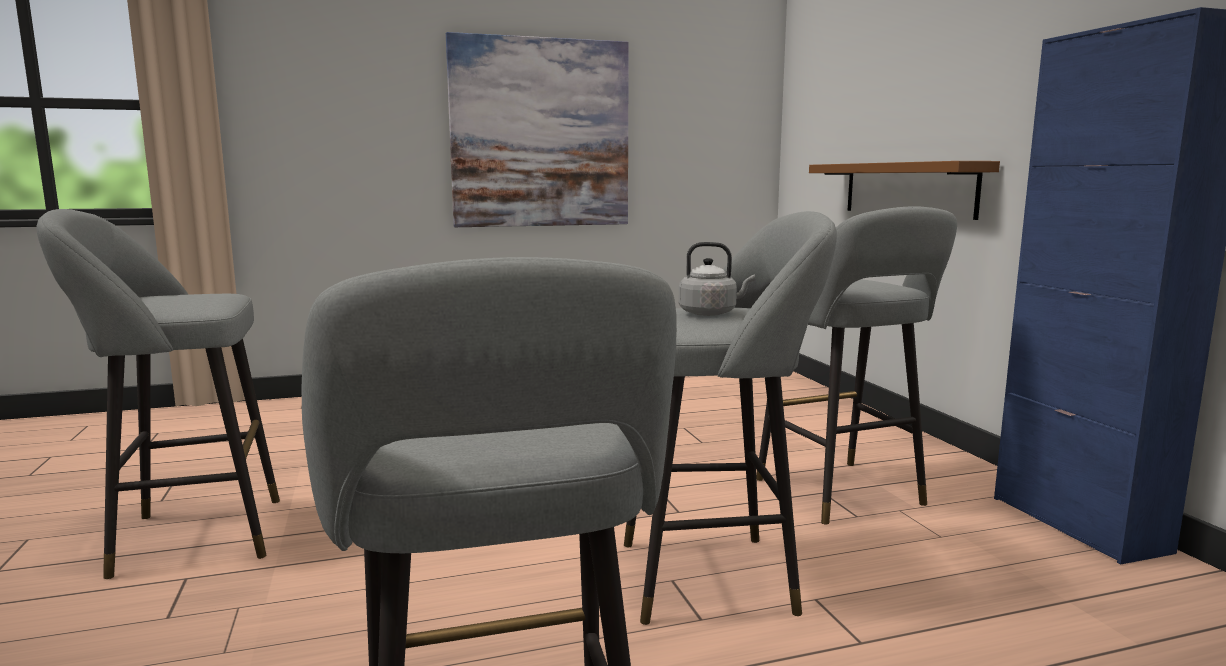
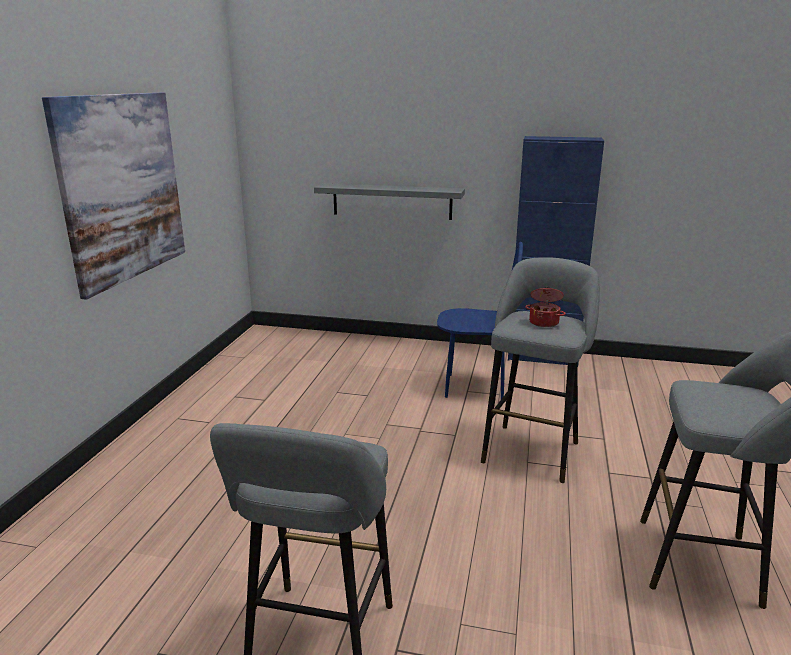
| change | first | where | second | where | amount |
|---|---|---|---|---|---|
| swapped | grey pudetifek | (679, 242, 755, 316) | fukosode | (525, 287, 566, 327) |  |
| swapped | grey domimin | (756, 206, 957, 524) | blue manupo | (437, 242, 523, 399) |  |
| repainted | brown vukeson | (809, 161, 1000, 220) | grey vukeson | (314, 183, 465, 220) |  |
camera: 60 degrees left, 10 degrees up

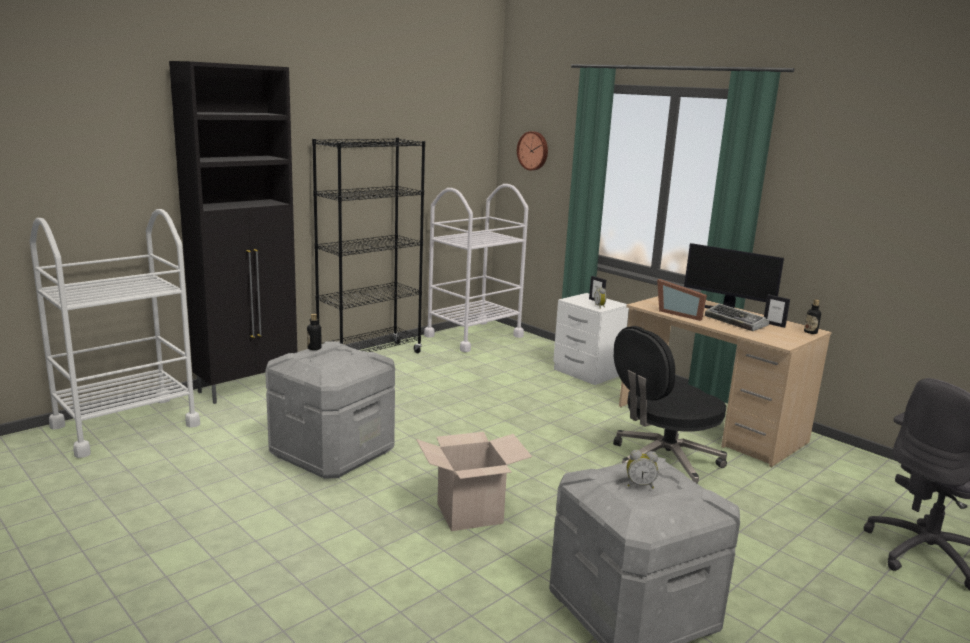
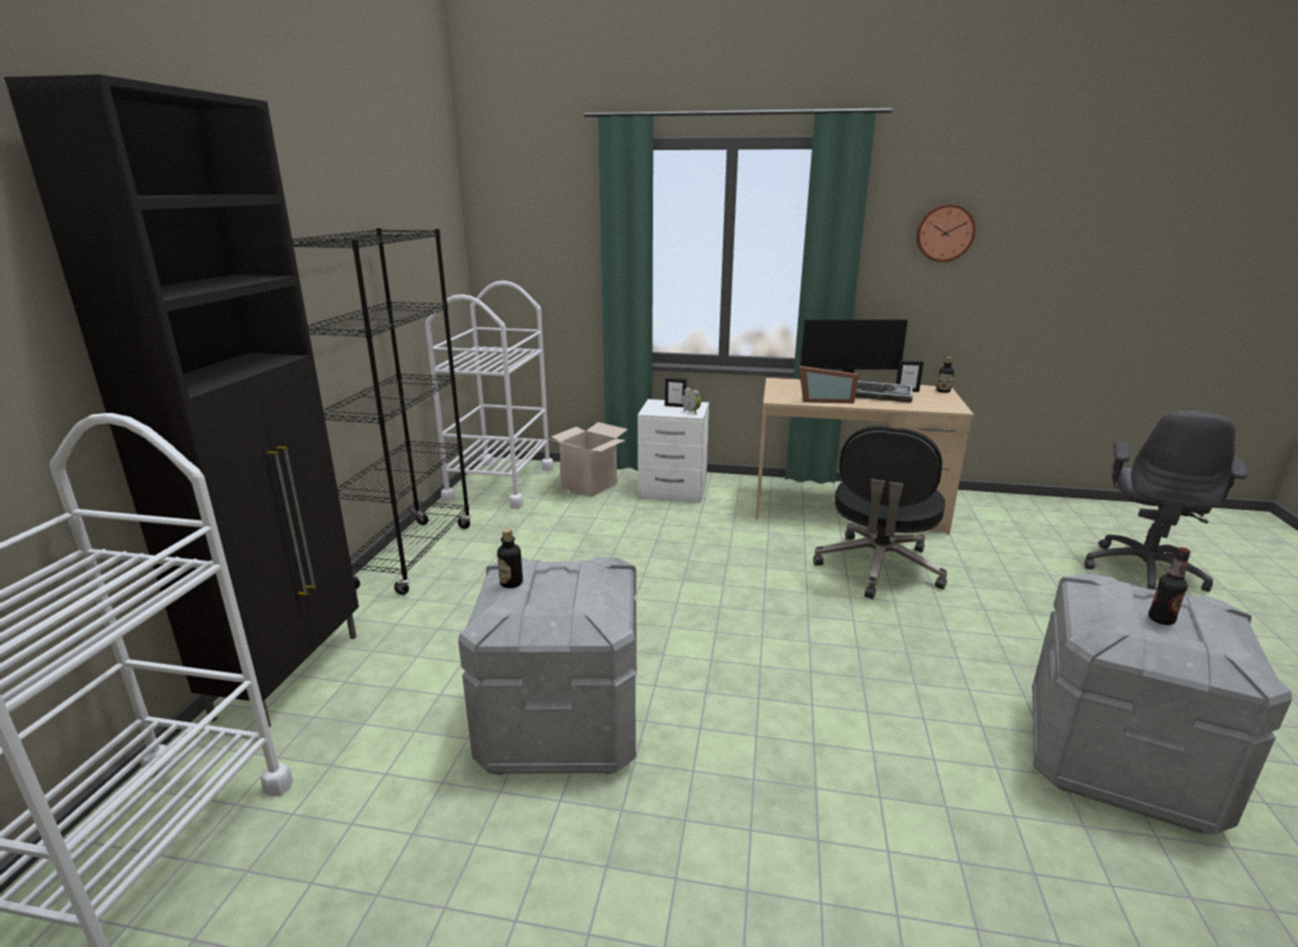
| change | first | where | second | where | amount |
|---|---|---|---|---|---|
| shifted | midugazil | (416, 432, 532, 531) |  | (548, 422, 628, 497) |  |
| shifted | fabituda | (517, 131, 548, 171) |  | (916, 204, 975, 262) |  |
| swapped | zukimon | (627, 450, 658, 489) | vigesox | (1148, 547, 1191, 625) |  |
camera: 35 degrees left, 5 degrees up

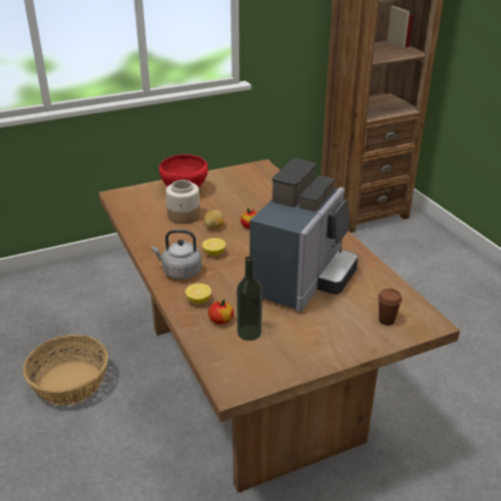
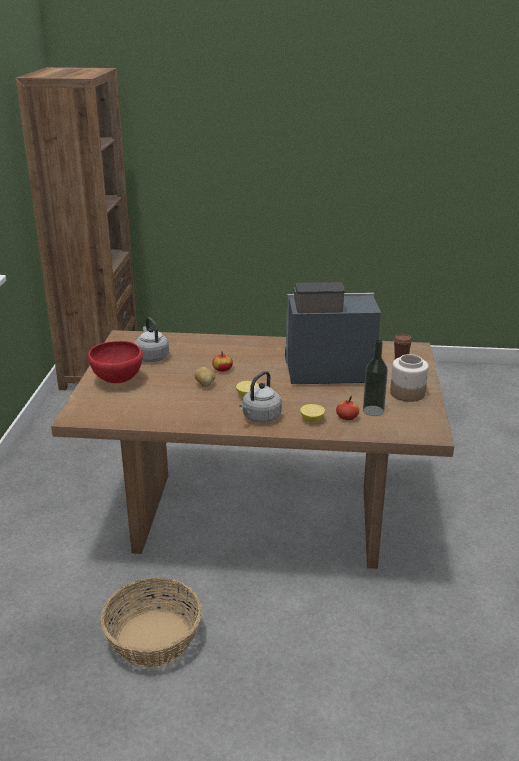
| change | first | where | second | where | amount |
|---|---|---|---|---|---|
| shifted | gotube | (166, 180, 200, 224) |  | (390, 354, 429, 402) |  |
| rotated | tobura | (250, 158, 358, 312) |  | (285, 282, 381, 384) | 60 degrees counterclockwise |
| new |  |  | grey pudetifek | (135, 317, 169, 362) |  |
camera: 60 degrees left, 5 degrees down

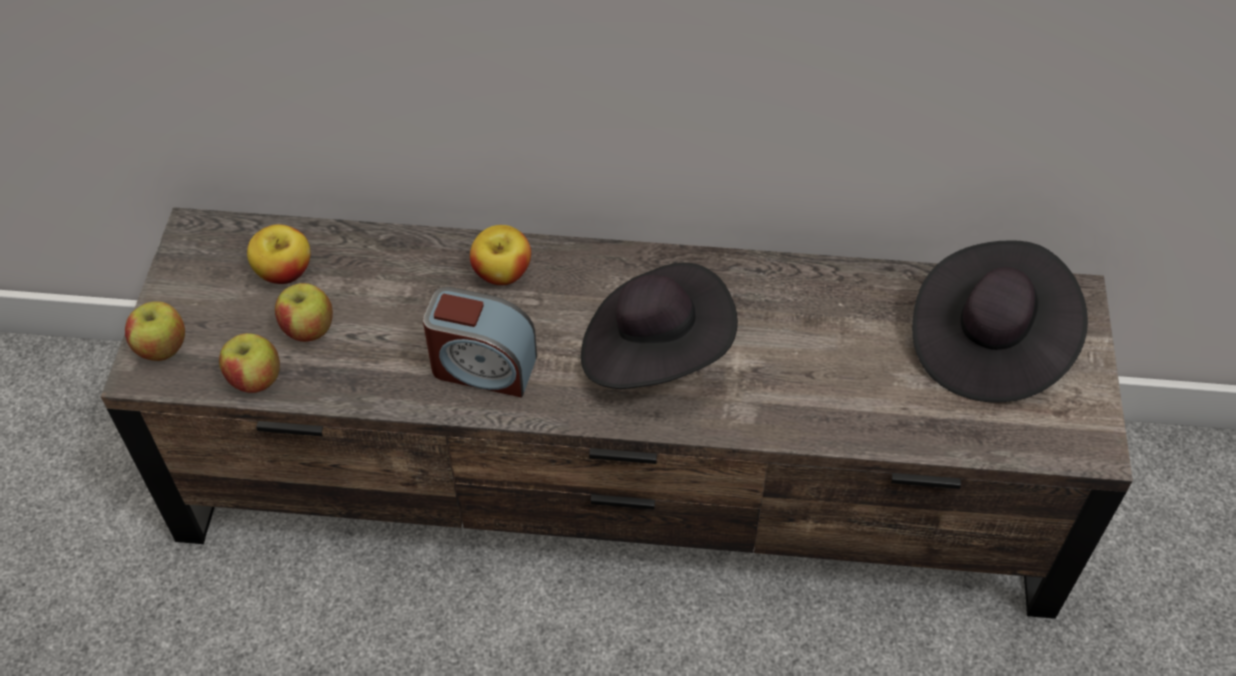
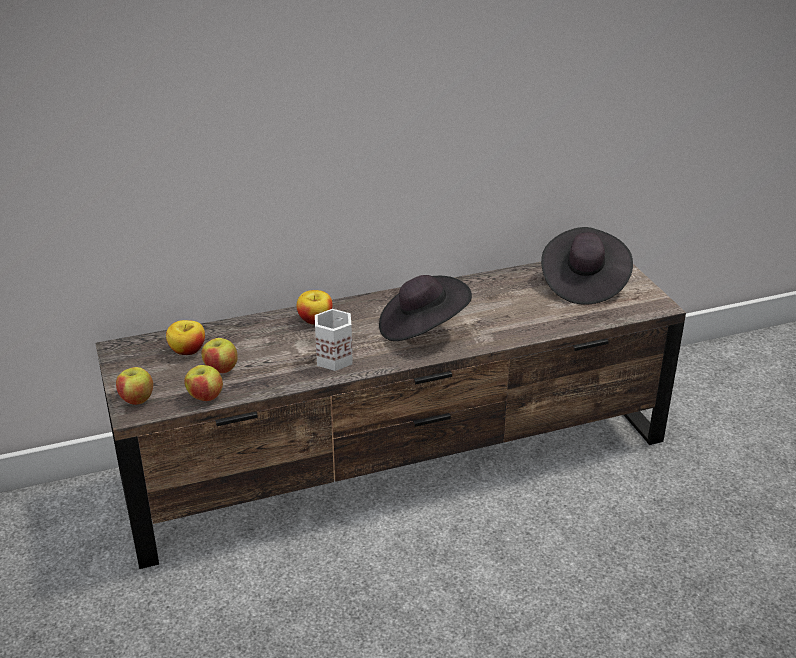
| change | first | where | second | where | amount |
|---|---|---|---|---|---|
| swapped | zukimon | (423, 287, 537, 398) | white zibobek | (315, 309, 353, 371) |  |
camera: 25 degrees left, 20 degrees down

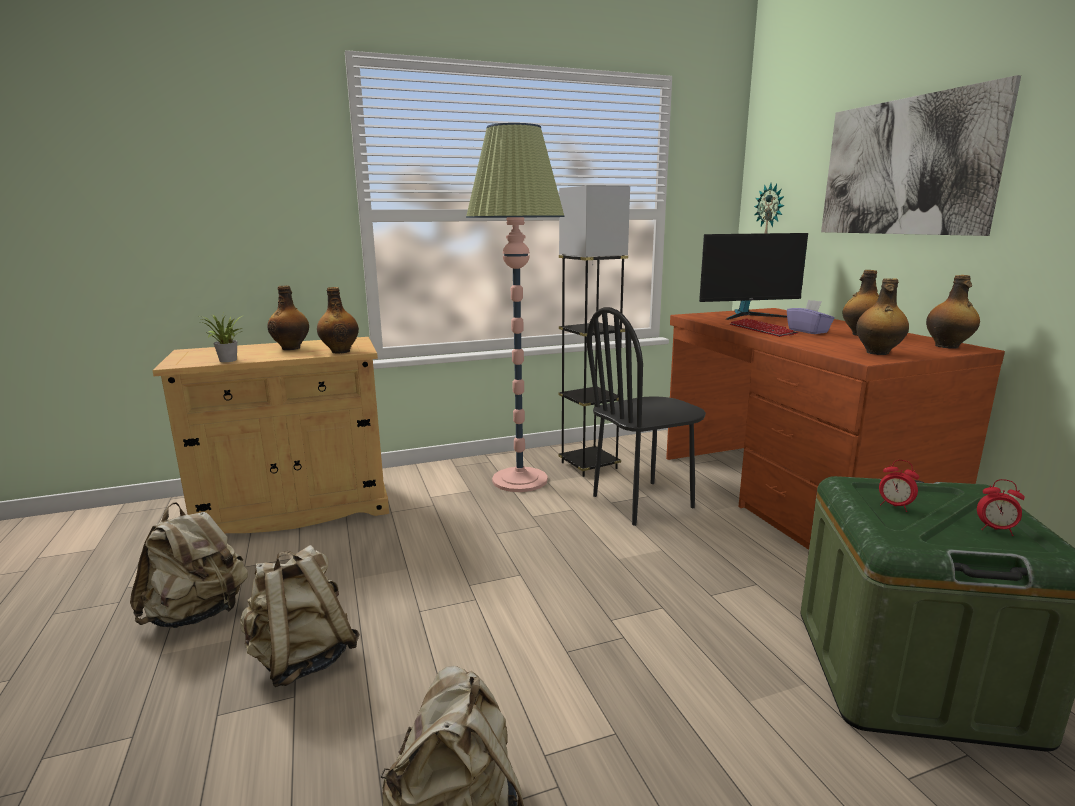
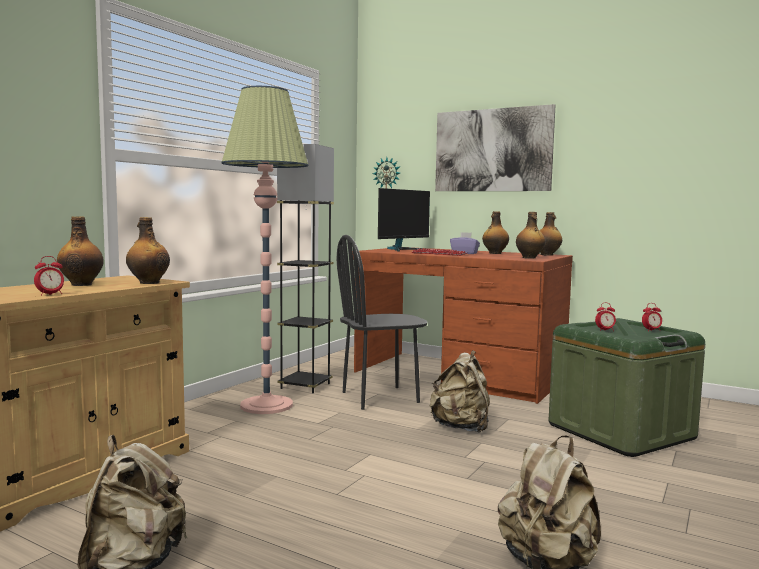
| change | first | where | second | where | amount |
|---|---|---|---|---|---|
| swapped | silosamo | (198, 311, 242, 362) | zukimon | (34, 256, 64, 296) |  |
| shifted | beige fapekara | (240, 545, 360, 687) |  | (430, 350, 490, 433) |  |
| rotated | black manupo | (587, 307, 706, 526) |  | (337, 235, 428, 410) | 45 degrees clockwise |
camera: 40 degrees left, 10 degrees down

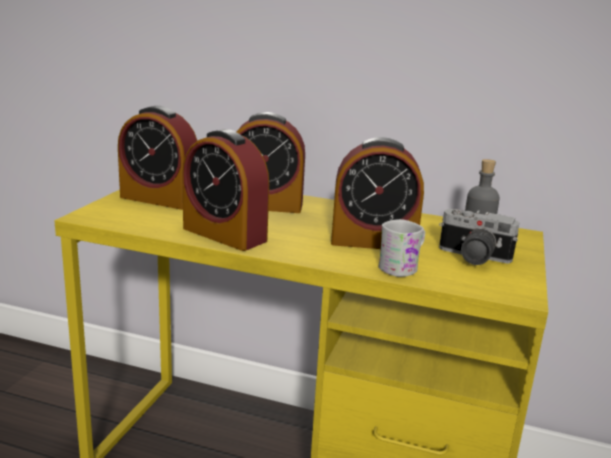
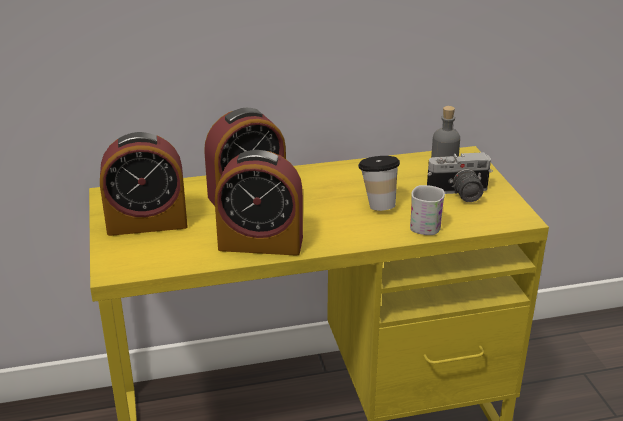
| change | first | where | second | where | amount |
|---|---|---|---|---|---|
| swapped | zukimon | (331, 137, 424, 249) | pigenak | (358, 156, 400, 211) |  |
camera: 30 degrees left, 10 degrees up

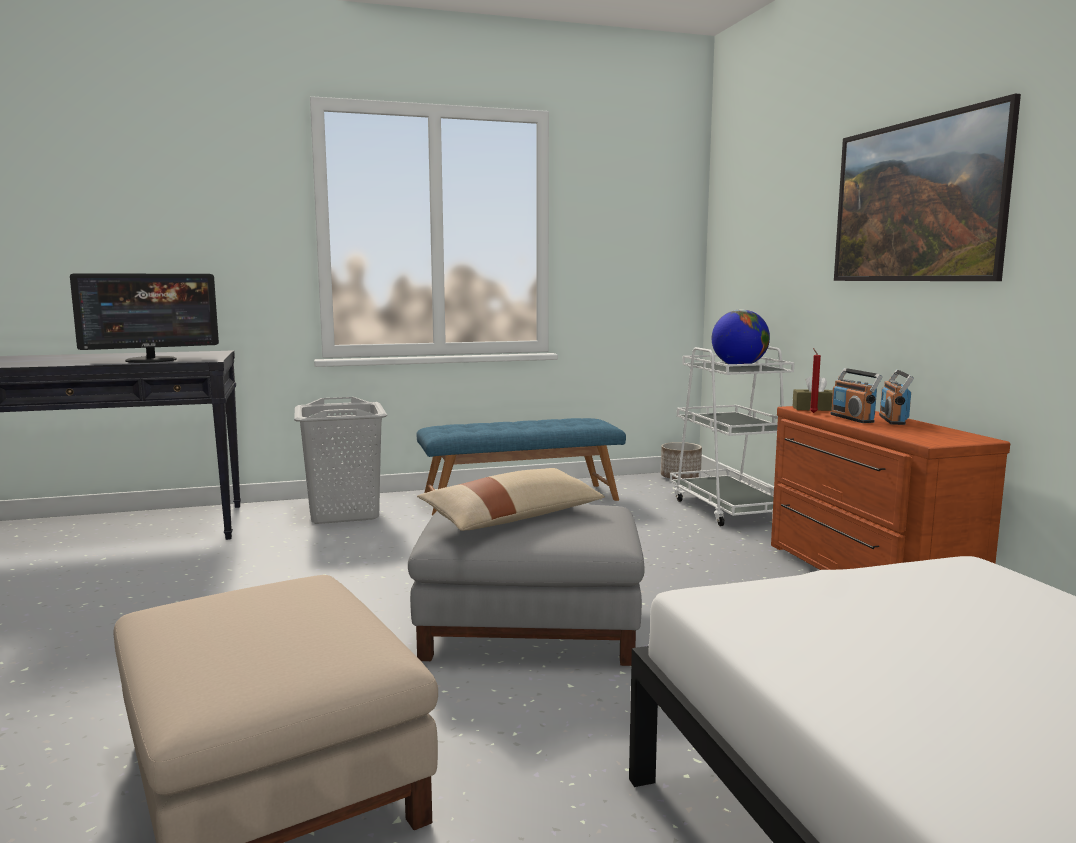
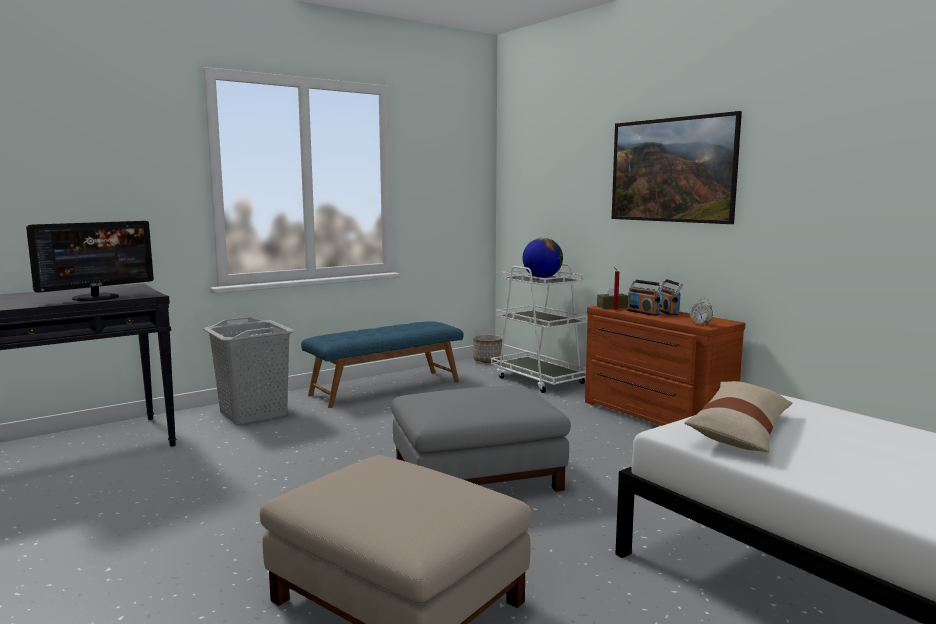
| change | first | where | second | where | amount |
|---|---|---|---|---|---|
| shifted | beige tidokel | (417, 468, 605, 531) |  | (684, 381, 792, 452) |  |
| new |  |  | zukimon | (690, 298, 713, 325) |  |
camera: 20 degrees left, 0 degrees up

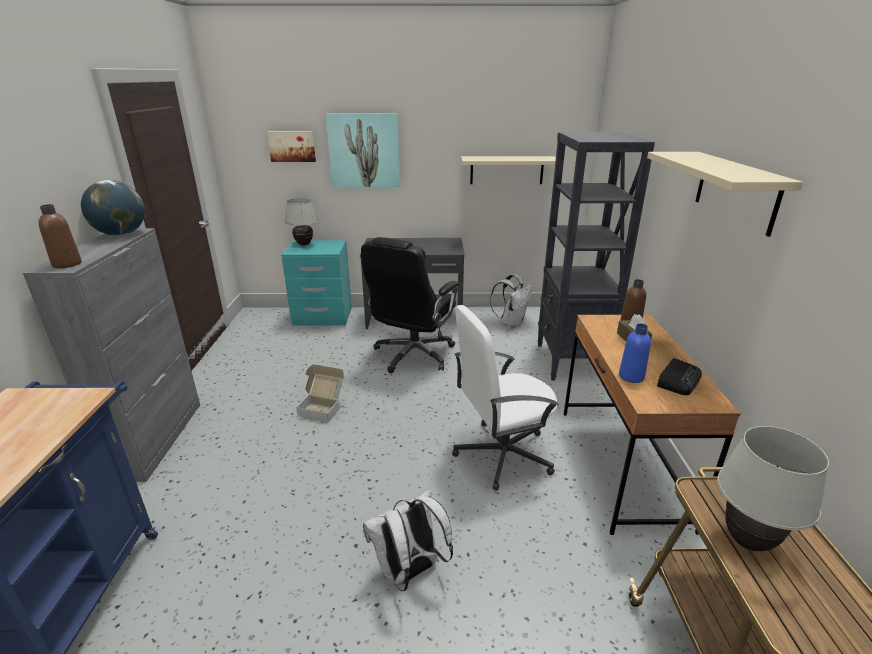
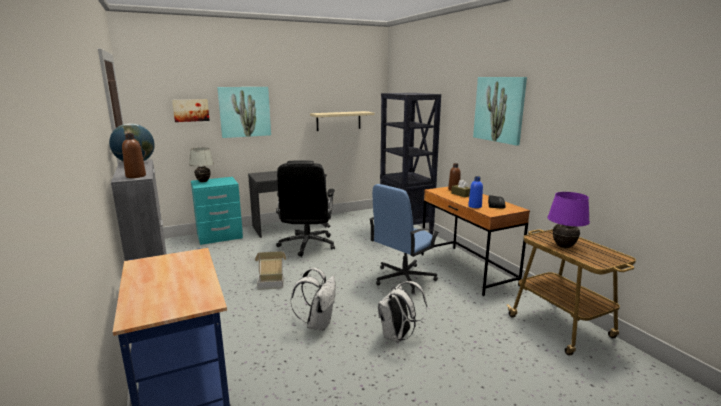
| change | first | where | second | where | amount |
|---|---|---|---|---|---|
| repainted | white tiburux | (452, 305, 559, 491) | blue tiburux | (370, 184, 439, 294) |  |
| shifted | white fapekara | (490, 274, 532, 328) |  | (291, 268, 336, 331) |  |
| swapped | beige vukeson | (647, 152, 803, 237) | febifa | (473, 77, 527, 146) |  |
| repainted | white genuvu | (717, 426, 829, 551) | purple genuvu | (547, 192, 590, 248) |  |
camera: 25 degrees left, 10 degrees down

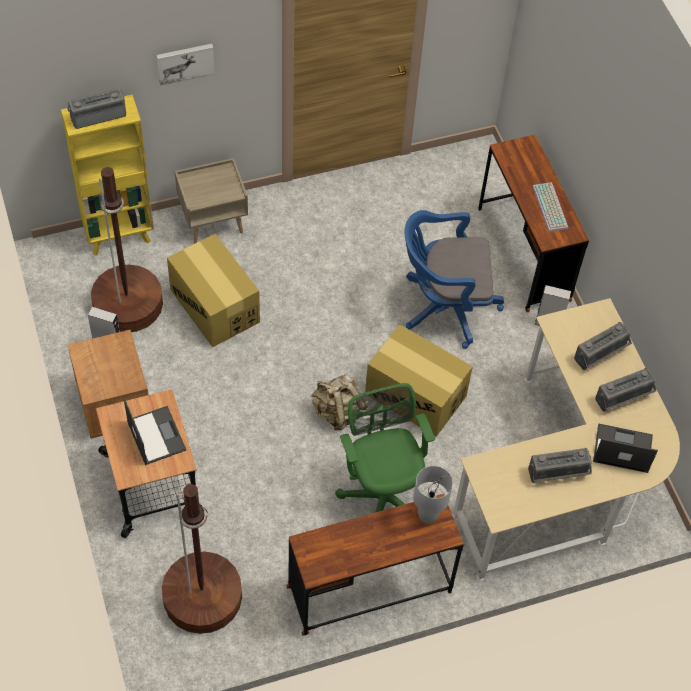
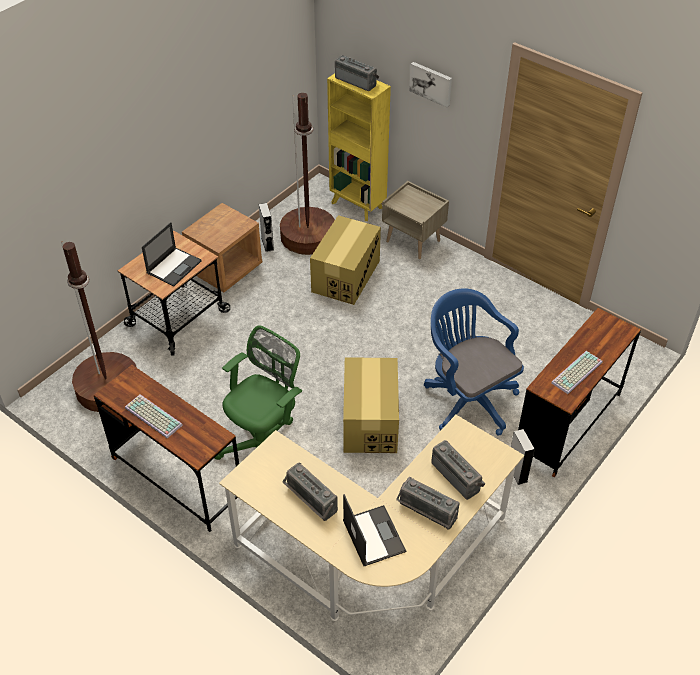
| change | first | where | second | where | amount |
|---|---|---|---|---|---|
| gone | beige fapekara | (311, 374, 366, 430) |  |  |  |
| gone | grey genuvu | (413, 466, 453, 524) |  |  |  |
| rotated | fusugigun | (574, 322, 632, 370) |  | (431, 440, 486, 500) | 150 degrees counterclockwise |
| new |  |  | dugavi | (125, 394, 182, 438) |  |
camera: 60 degrees right, 10 degrees down

